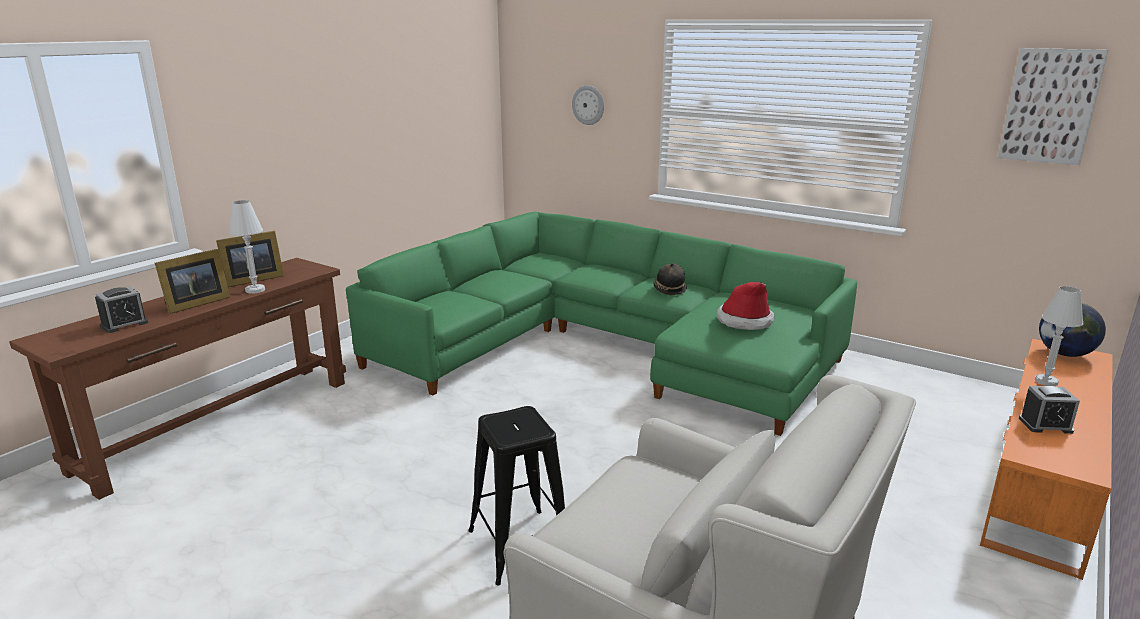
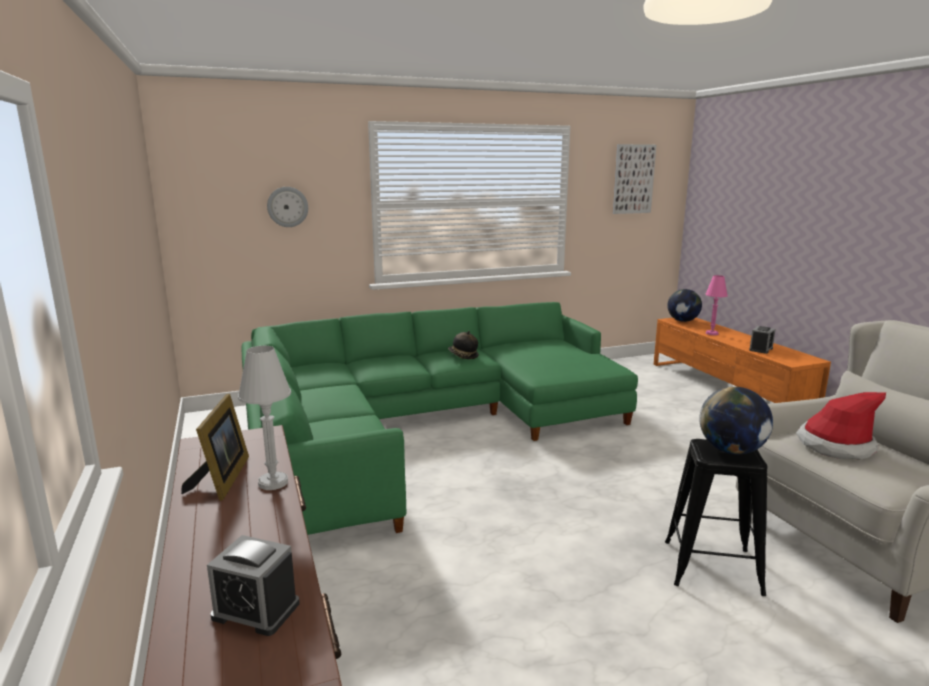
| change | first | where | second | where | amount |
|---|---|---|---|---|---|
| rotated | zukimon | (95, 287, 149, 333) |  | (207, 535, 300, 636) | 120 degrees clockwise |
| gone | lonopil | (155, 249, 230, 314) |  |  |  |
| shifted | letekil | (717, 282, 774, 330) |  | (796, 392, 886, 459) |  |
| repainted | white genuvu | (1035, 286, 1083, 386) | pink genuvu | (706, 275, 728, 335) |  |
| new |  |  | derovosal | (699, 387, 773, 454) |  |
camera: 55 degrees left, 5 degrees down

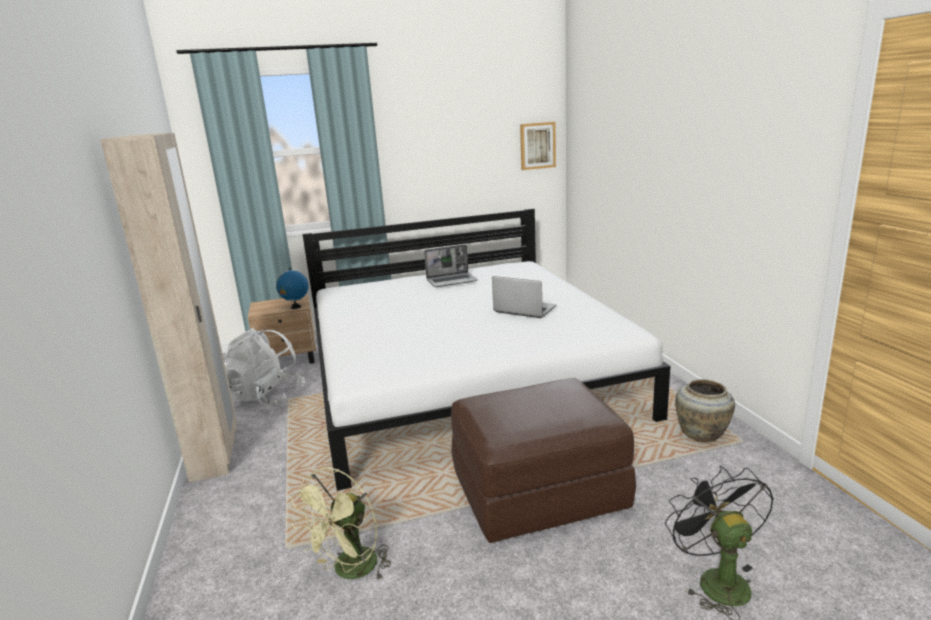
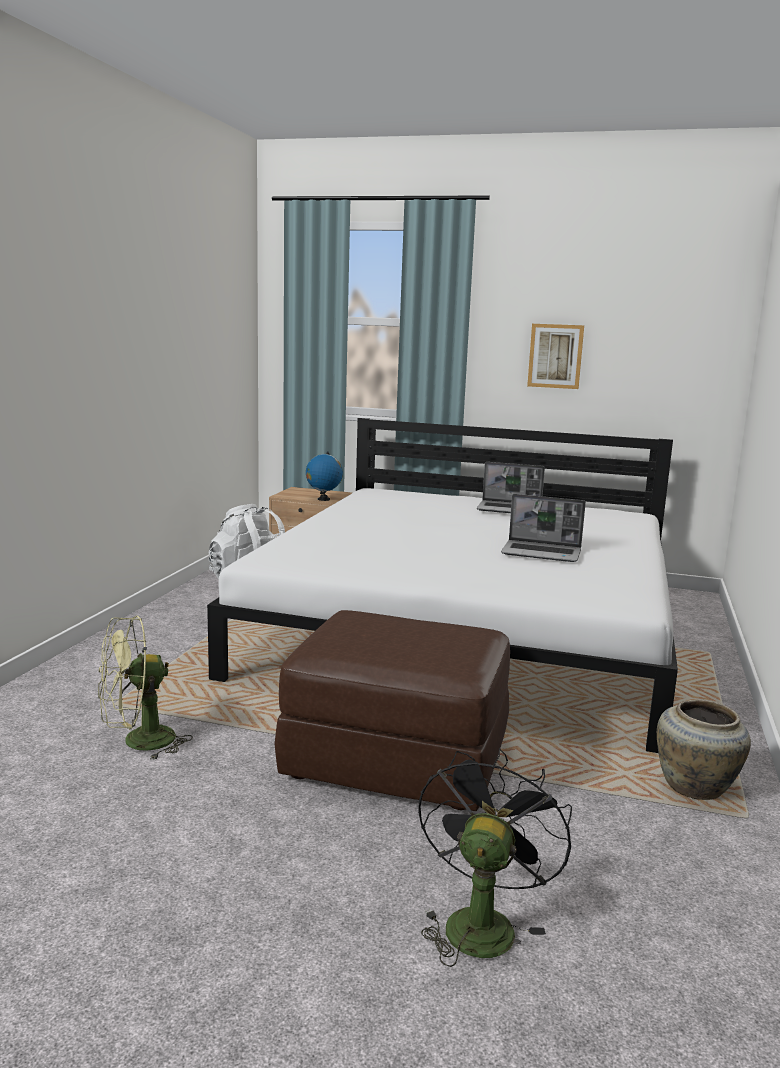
| change | first | where | second | where | amount |
|---|---|---|---|---|---|
| gone | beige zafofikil | (100, 133, 237, 482) |  |  |  |
| rotated | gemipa | (492, 276, 556, 318) |  | (501, 494, 586, 562) | 135 degrees clockwise |
| shifted | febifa | (520, 122, 556, 170) |  | (527, 324, 584, 389) |  |
camera: 30 degrees right, 5 degrees down

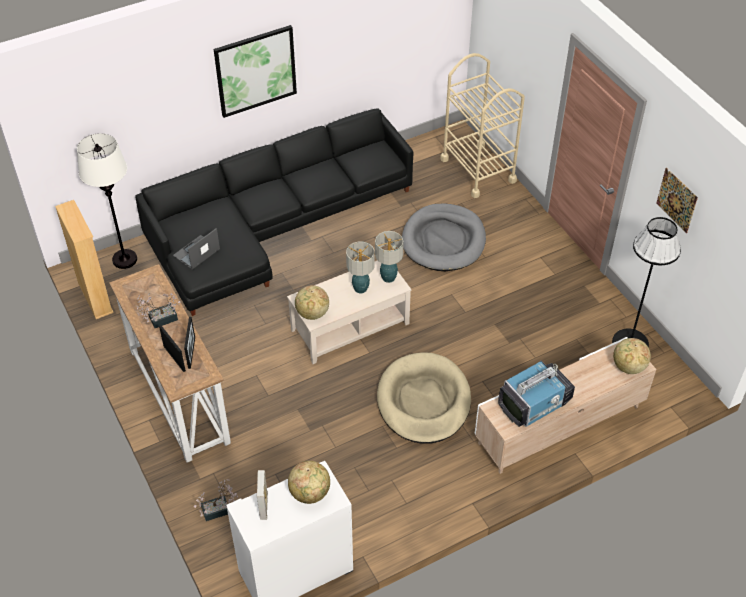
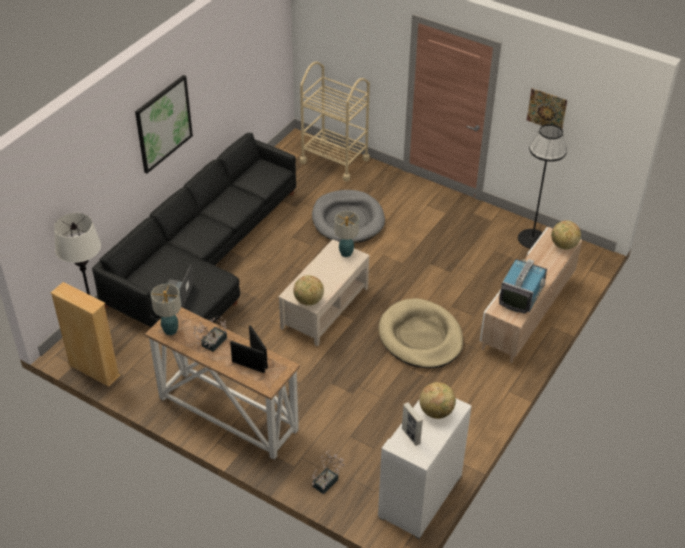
| change | first | where | second | where | amount |
|---|---|---|---|---|---|
| shifted | genuvu | (346, 241, 375, 293) |  | (151, 284, 181, 335) |  |
camera: 30 degrees left, 5 degrees down

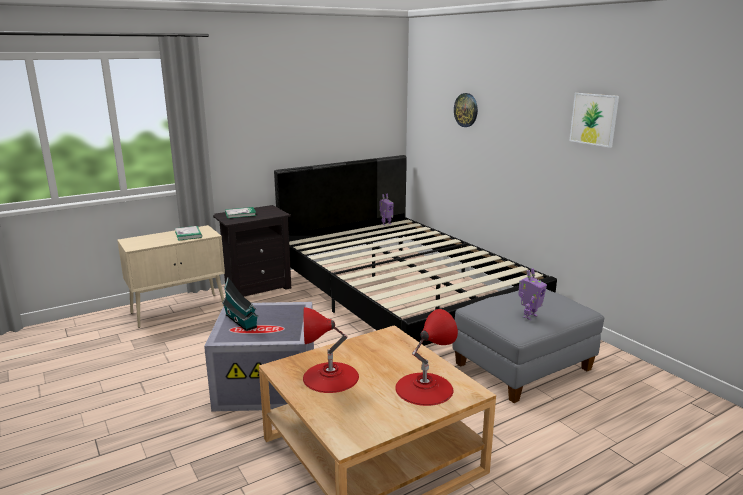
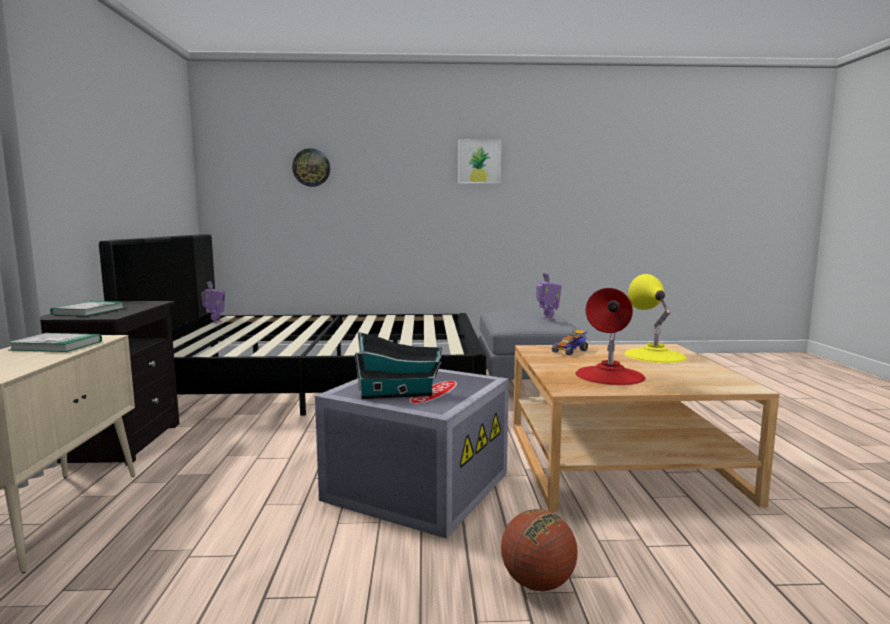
| change | first | where | second | where | amount |
|---|---|---|---|---|---|
| repainted | red genuvu | (395, 309, 458, 406) | yellow genuvu | (624, 274, 687, 363) |  |
| new |  |  | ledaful | (501, 509, 578, 591) |  |
| new |  |  | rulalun | (552, 329, 588, 356) |  |
camera: 60 degrees left, 10 degrees down

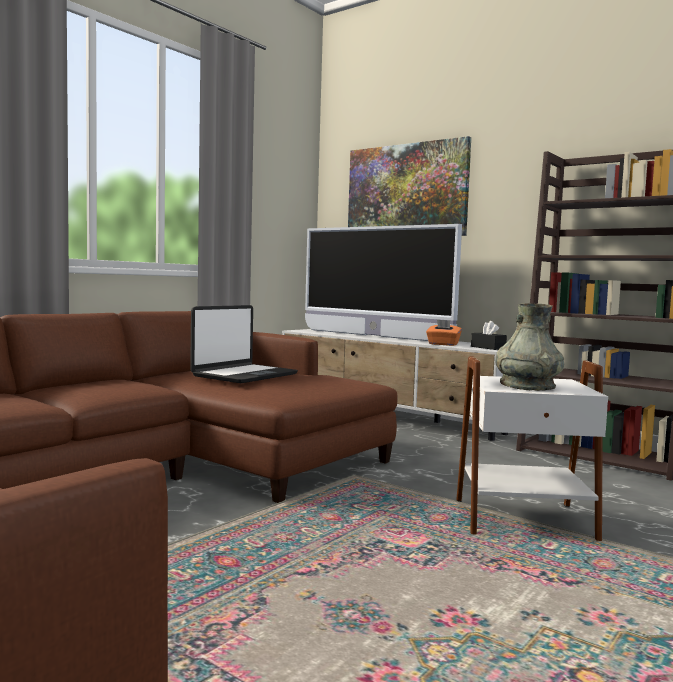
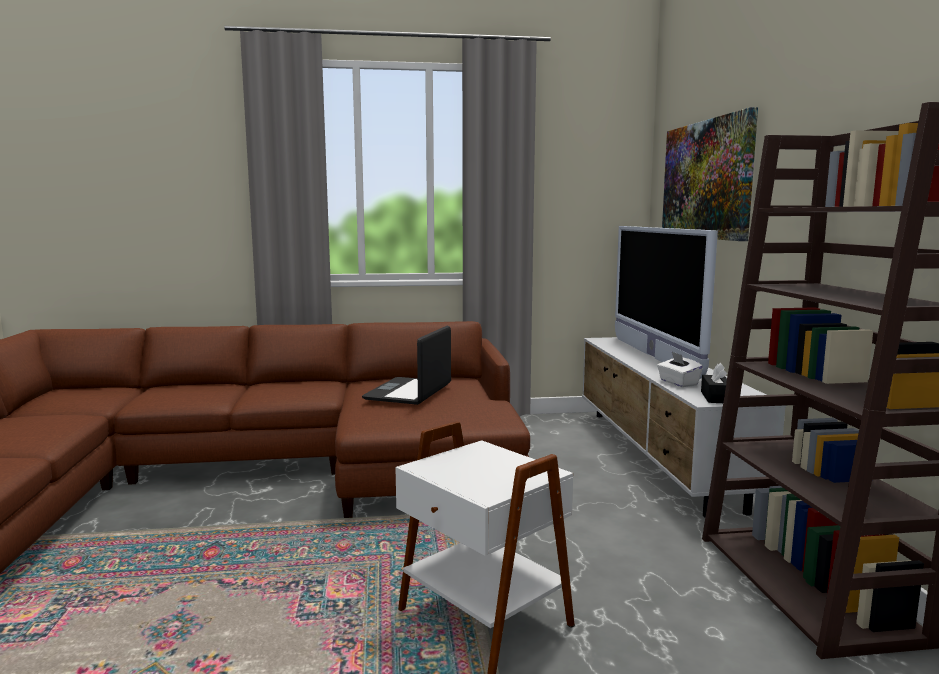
| change | first | where | second | where | amount |
|---|---|---|---|---|---|
| rotated | gemipa | (190, 305, 298, 383) |  | (362, 326, 451, 405) | 120 degrees clockwise |
| repainted | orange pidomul | (426, 319, 462, 346) | white pidomul | (657, 351, 703, 387) |  |
| gone | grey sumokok | (495, 303, 564, 391) |  |  |  |
camera: 45 degrees right, 5 degrees up

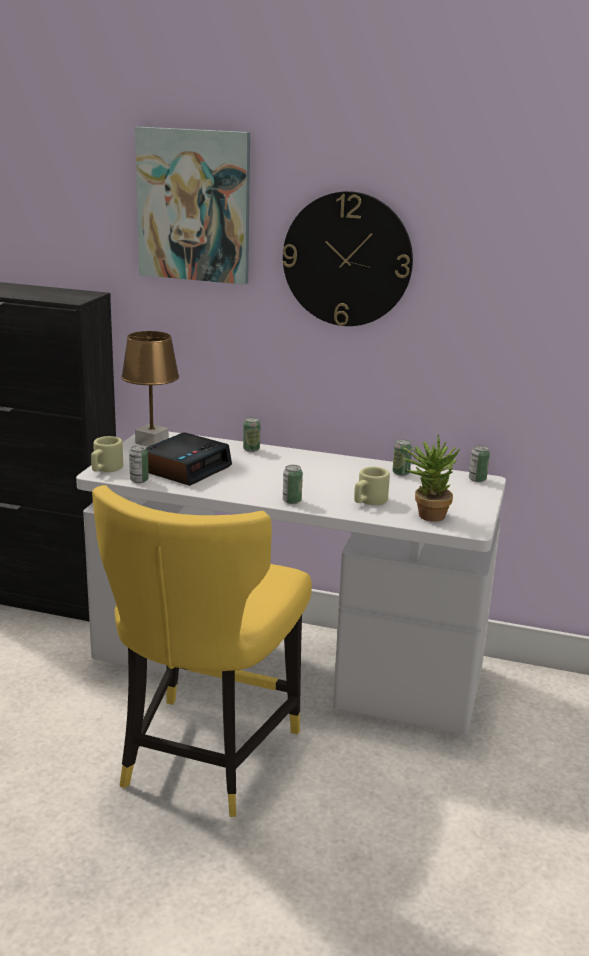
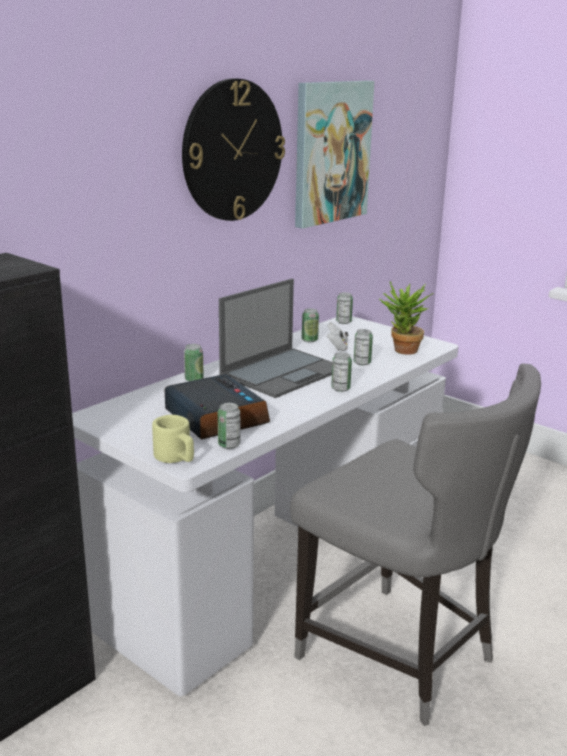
| change | first | where | second | where | amount |
|---|---|---|---|---|---|
| repainted | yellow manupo | (92, 485, 312, 817) | grey manupo | (290, 364, 541, 726) |  |
| gone | brown genuvu | (121, 331, 179, 447) |  |  |  |
| shifted | febifa | (135, 127, 250, 285) |  | (295, 81, 374, 229) |  |
| swapped | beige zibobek | (354, 467, 390, 505) | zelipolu | (354, 329, 373, 365) |  |
| new |  |  | gemipa | (219, 279, 332, 398) |  |
| new |  |  | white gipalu | (327, 322, 348, 351) |  |
camera: 65 degrees left, 0 degrees up

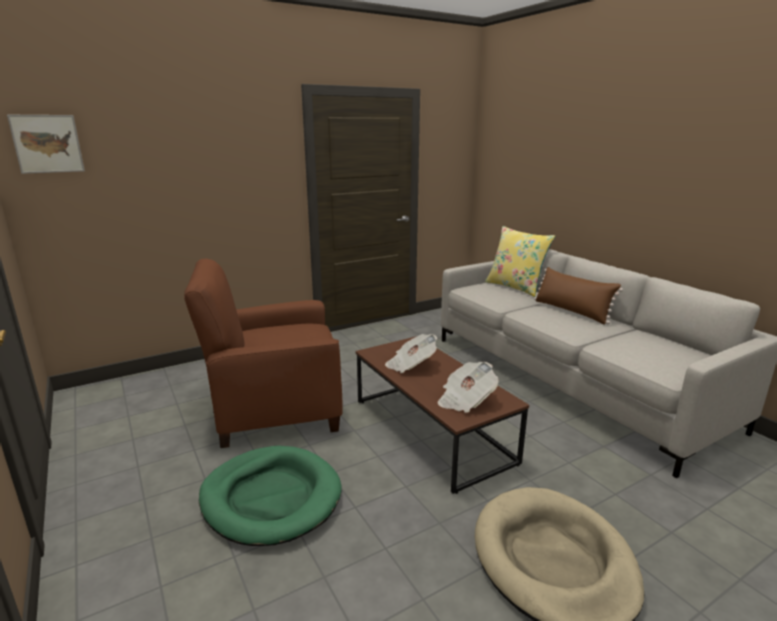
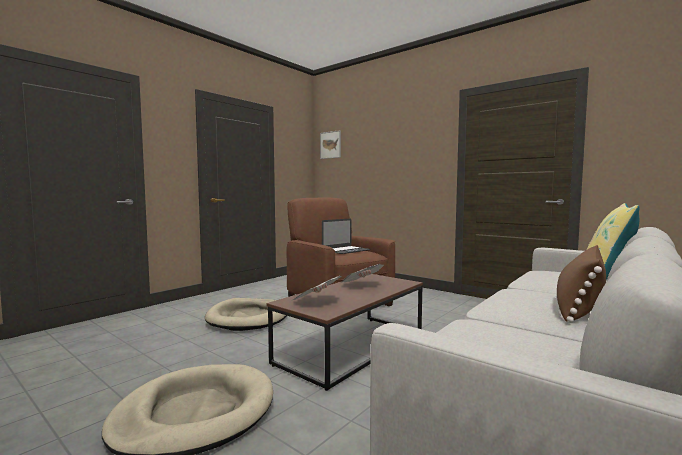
| change | first | where | second | where | amount |
|---|---|---|---|---|---|
| repainted | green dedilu | (199, 446, 342, 546) | beige dedilu | (205, 298, 287, 331) |  |
| new |  |  | gemipa | (322, 219, 370, 254) |  |
camera: 70 degrees right, 15 degrees down

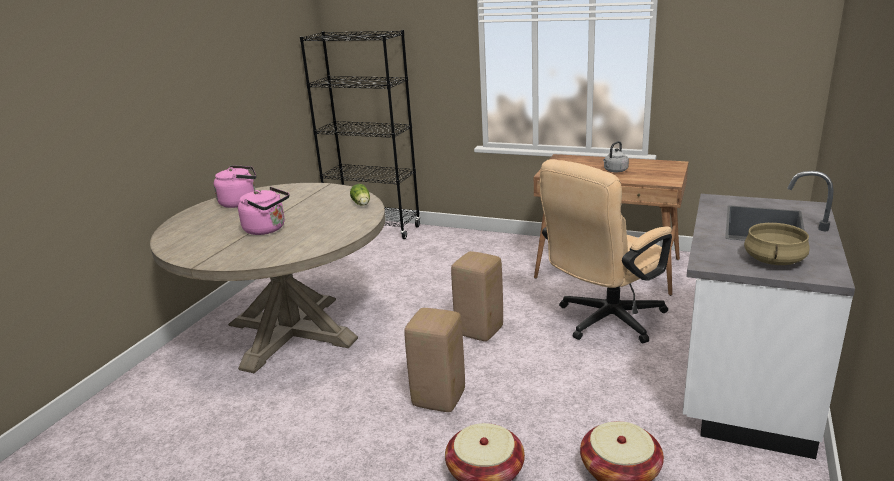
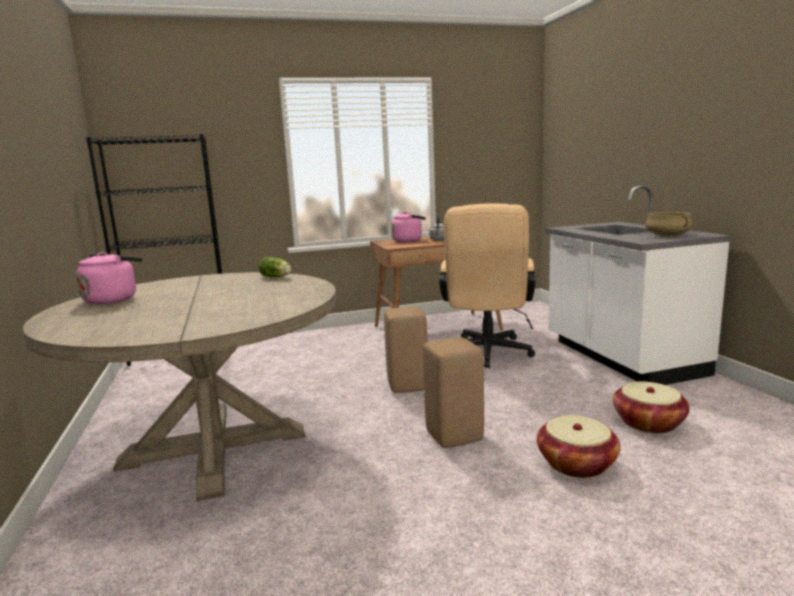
| change | first | where | second | where | amount |
|---|---|---|---|---|---|
| shifted | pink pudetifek | (238, 187, 289, 235) |  | (391, 212, 426, 242) |  |
camera: 40 degrees left, 10 degrees down

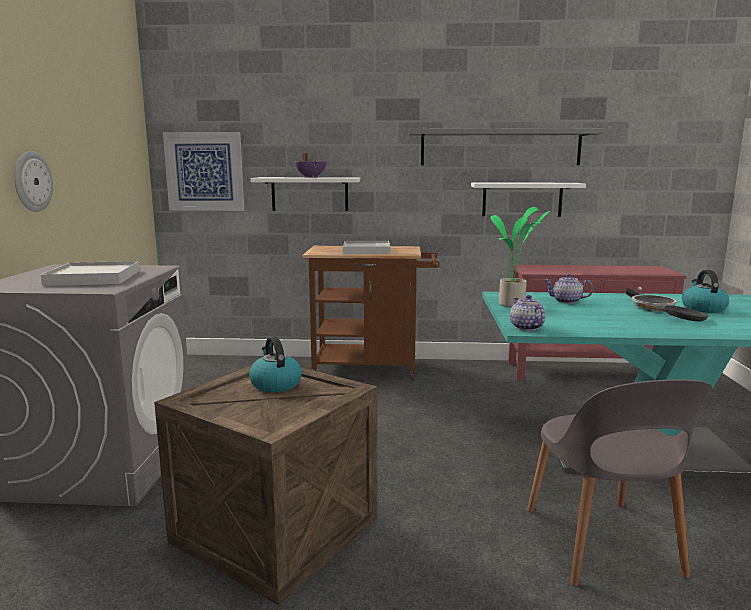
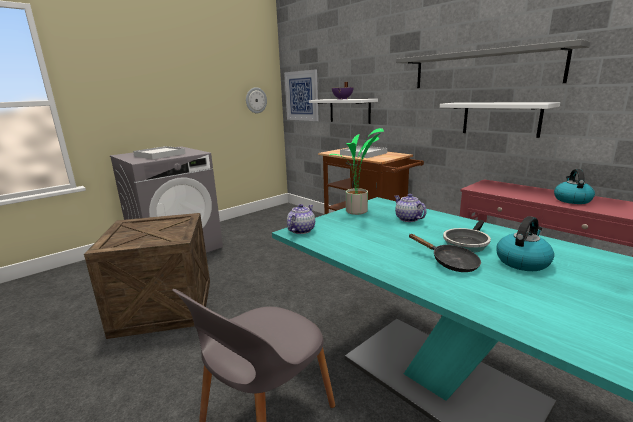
| change | first | where | second | where | amount |
|---|---|---|---|---|---|
| shifted | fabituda | (14, 151, 53, 212) |  | (246, 87, 267, 113) |  |
| shifted | pudetifek | (249, 336, 302, 392) |  | (554, 169, 595, 204) |  |
camera: 45 degrees right, 5 degrees up

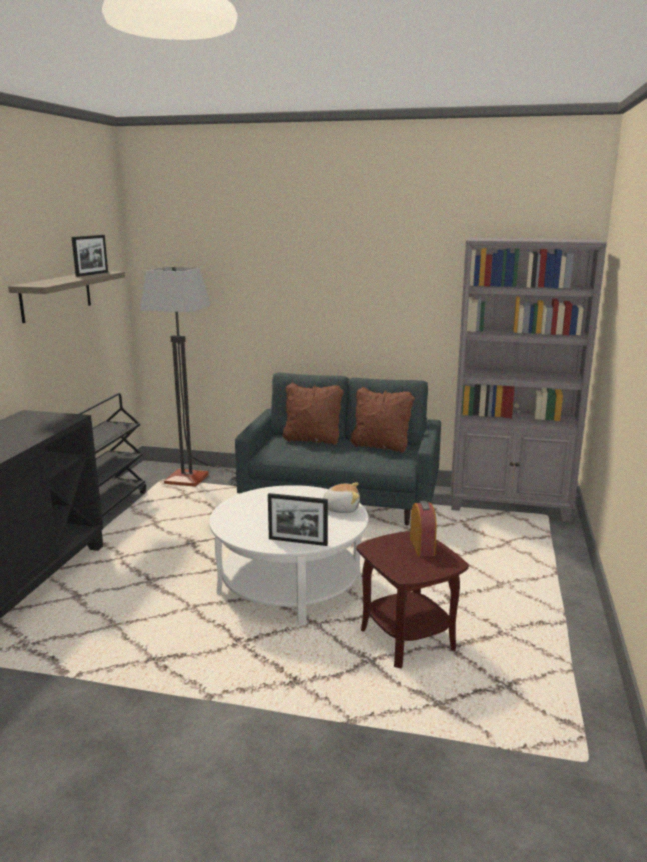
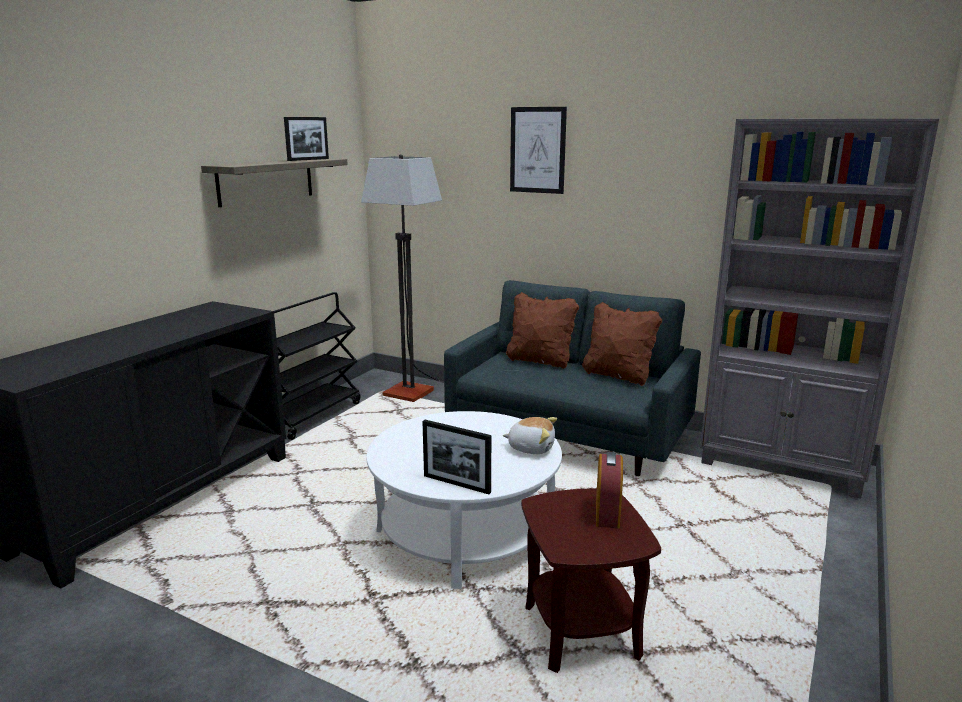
| change | first | where | second | where | amount |
|---|---|---|---|---|---|
| new |  |  | febifa | (510, 107, 567, 194) |  |
camera: 15 degrees right, 0 degrees up

